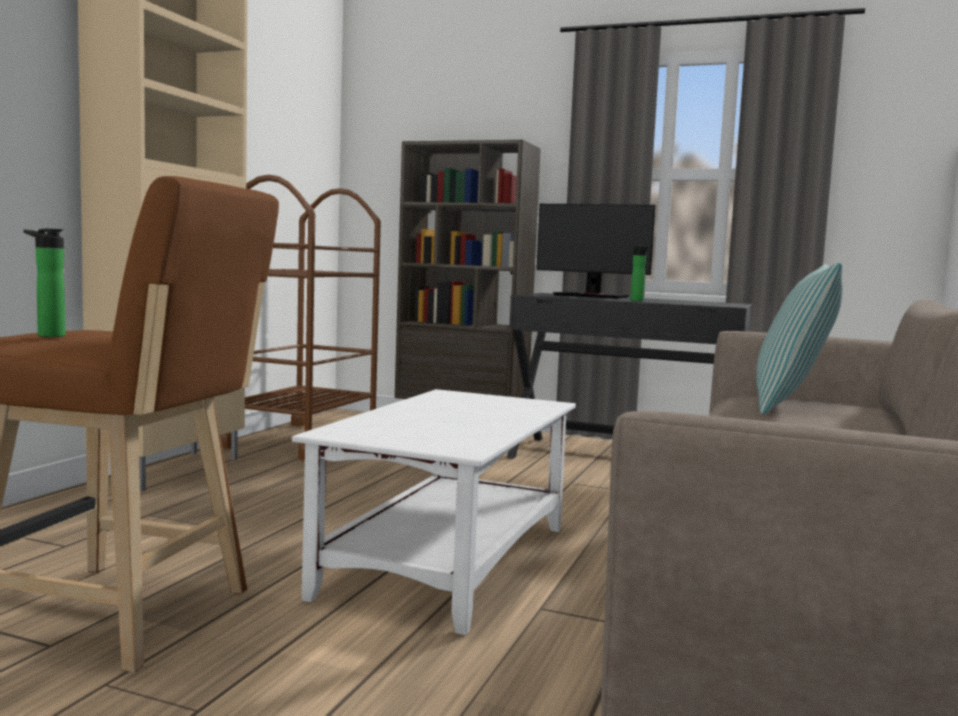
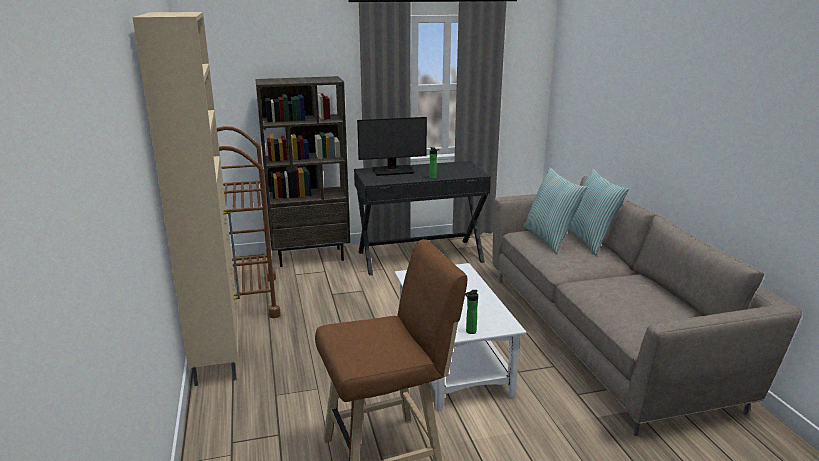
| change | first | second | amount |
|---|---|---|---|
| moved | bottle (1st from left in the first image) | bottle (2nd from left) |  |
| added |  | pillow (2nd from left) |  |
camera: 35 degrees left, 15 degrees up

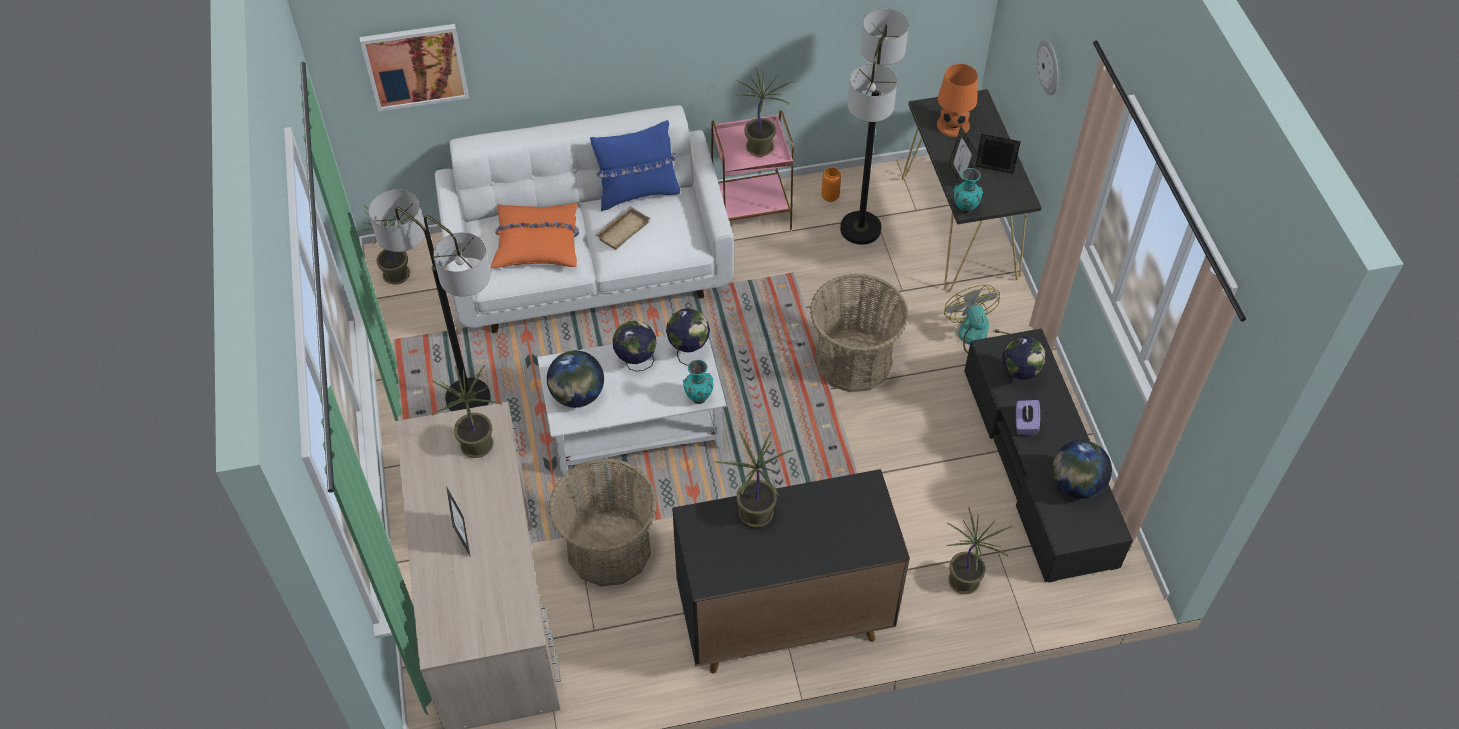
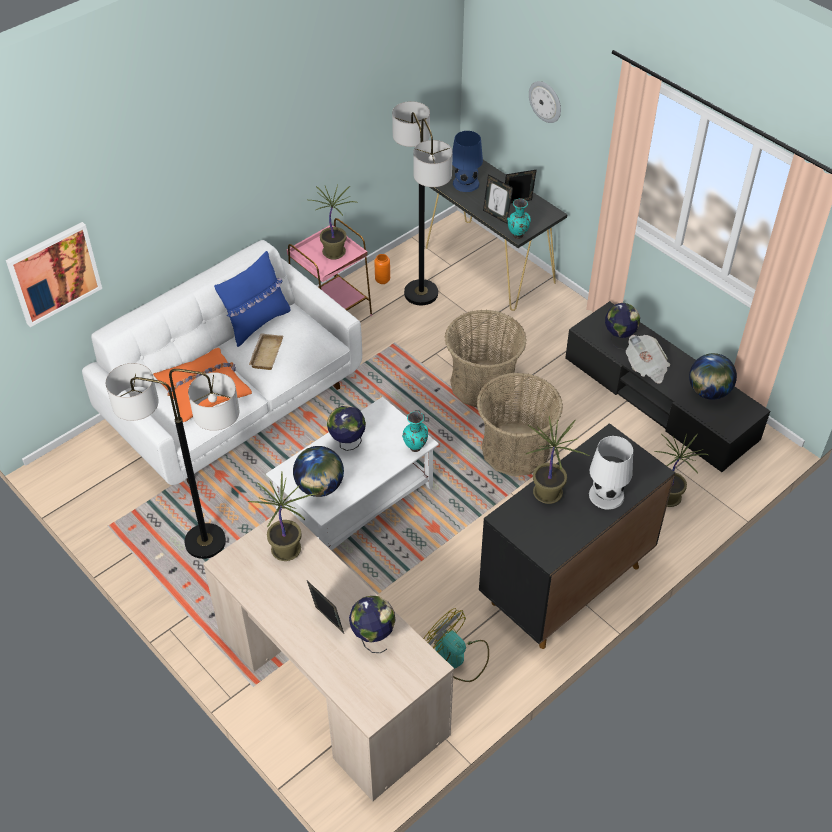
| change | first | second | amount |
|---|---|---|---|
| removed | potted plant (1st from left) |  |  |
| moved | basket (1st from left in the first image) | basket (2nd from left) |  |
| moved | globe (3rd from left) |  |  |
| recoloured | orange table lamp | blue table lamp |  |
| moved | fan |  |  |
| replaced | purple tissue box | newspaper |  |
| added |  | white table lamp |  |
camera: 30 degrees left, 5 degrees down

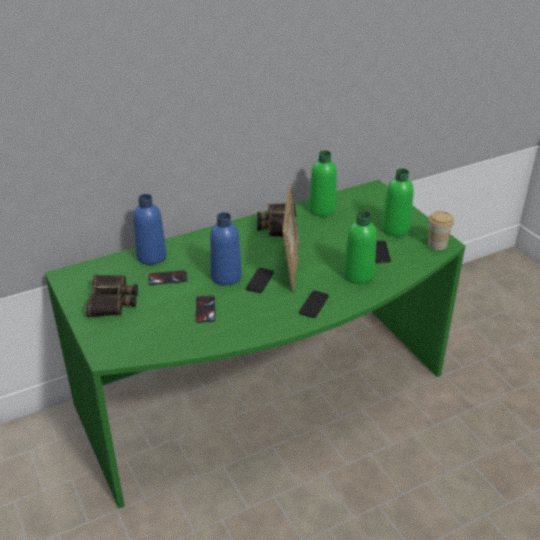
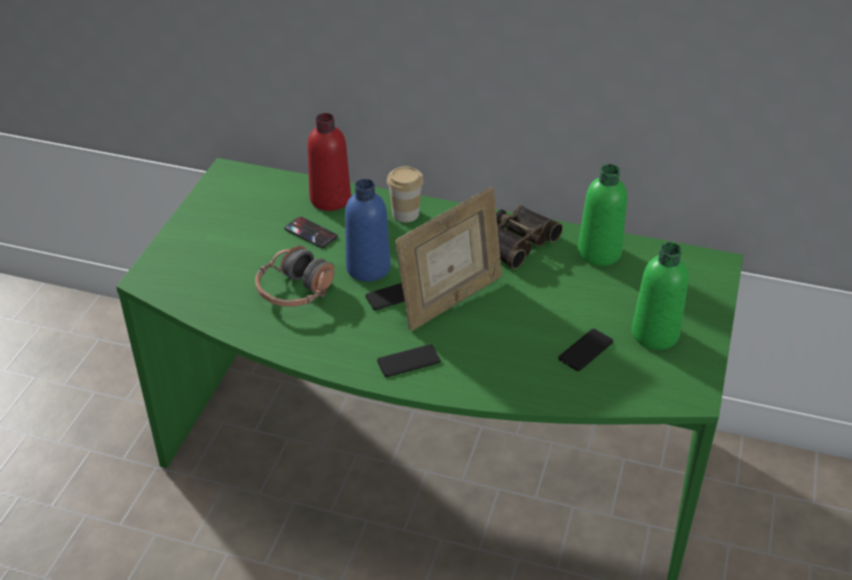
| change | first | second | amount |
|---|---|---|---|
| removed | binoculars (1st from left) |  |  |
| recoloured | blue bottle (1st from left) | red bottle |  |
| replaced | phone (2nd from left) | headphones |  |
| removed | green bottle (2nd from left) |  |  |
| moved | cup |  |  |
camera: 45 degrees right, 5 degrees up

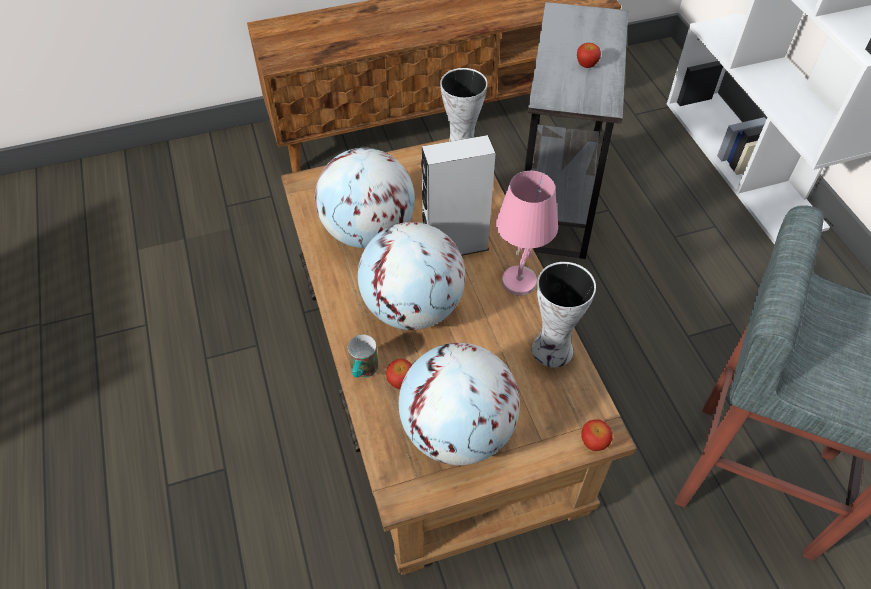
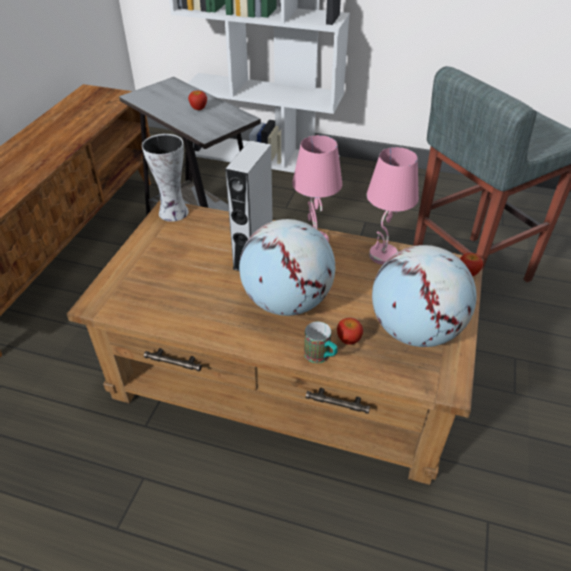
| change | first | second | amount |
|---|---|---|---|
| removed | globe (1st from left) |  |  |
| replaced | vase (2nd from left) | pink table lamp (2nd from left) |  |
camera: 55 degrees left, 10 degrees down

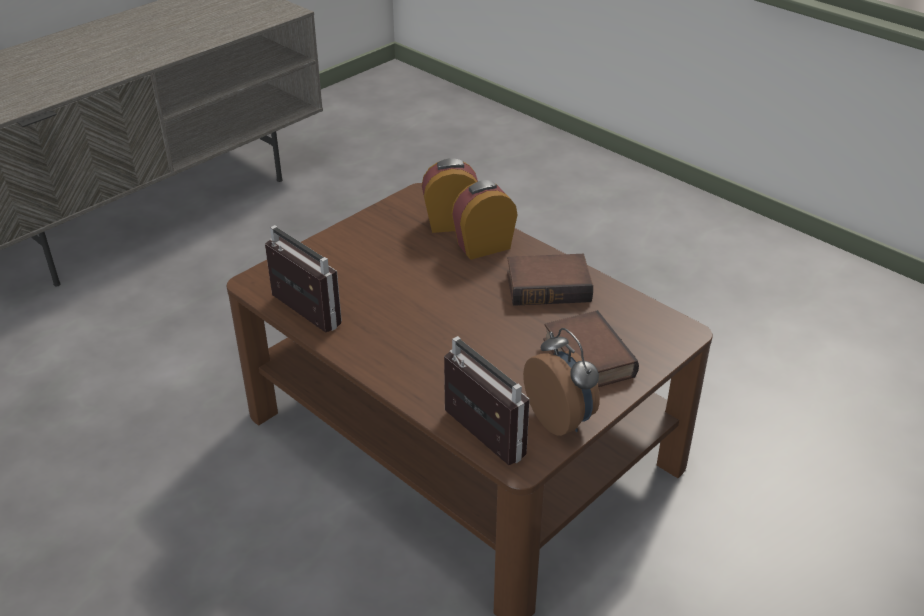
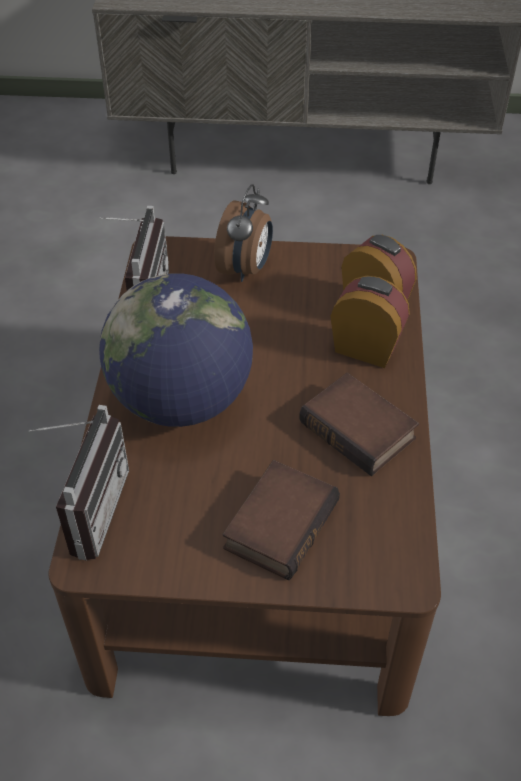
| change | first | second | amount |
|---|---|---|---|
| moved | alarm clock (3rd from left in the first image) | alarm clock (1st from left) |  |
| added |  | globe |  |
camera: 50 degrees right, 10 degrees up

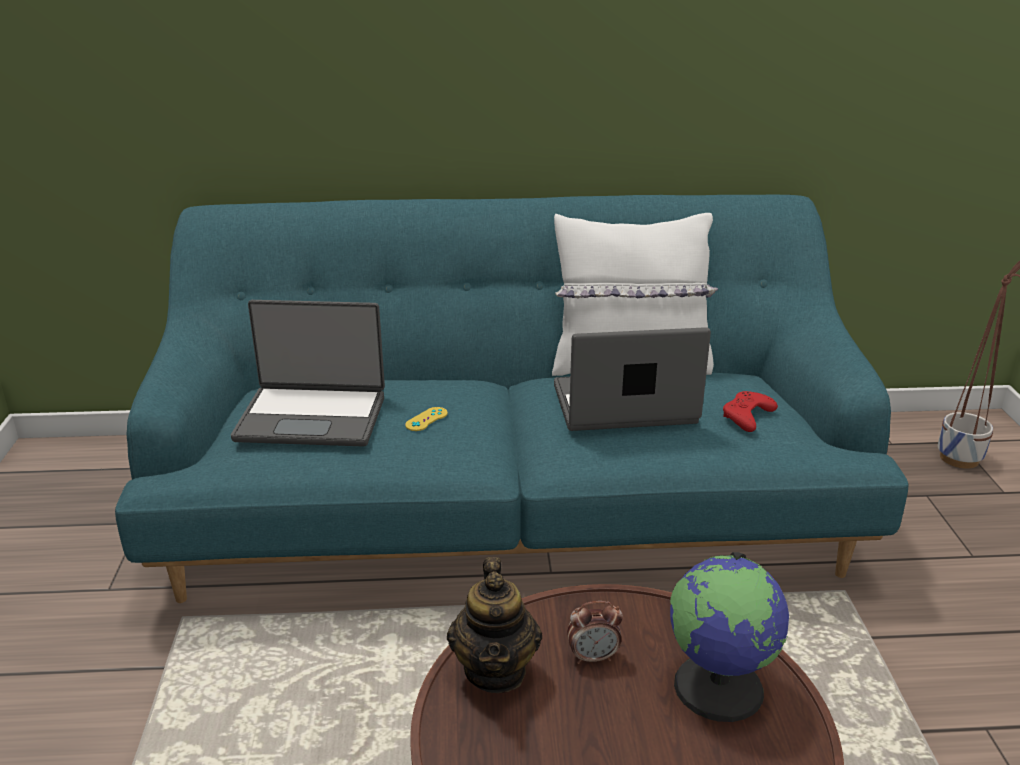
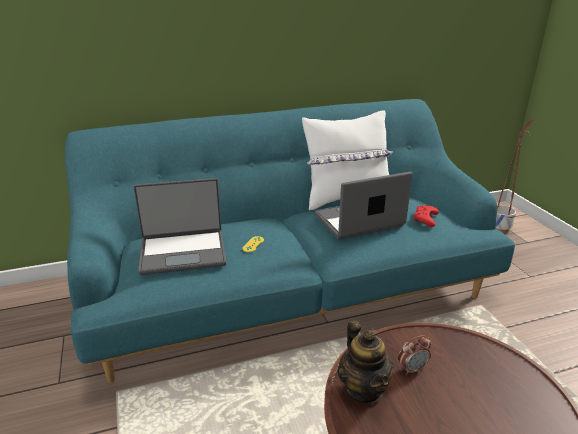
| change | first | second | amount |
|---|---|---|---|
| removed | globe |  |  |
camera: 15 degrees left, 0 degrees up

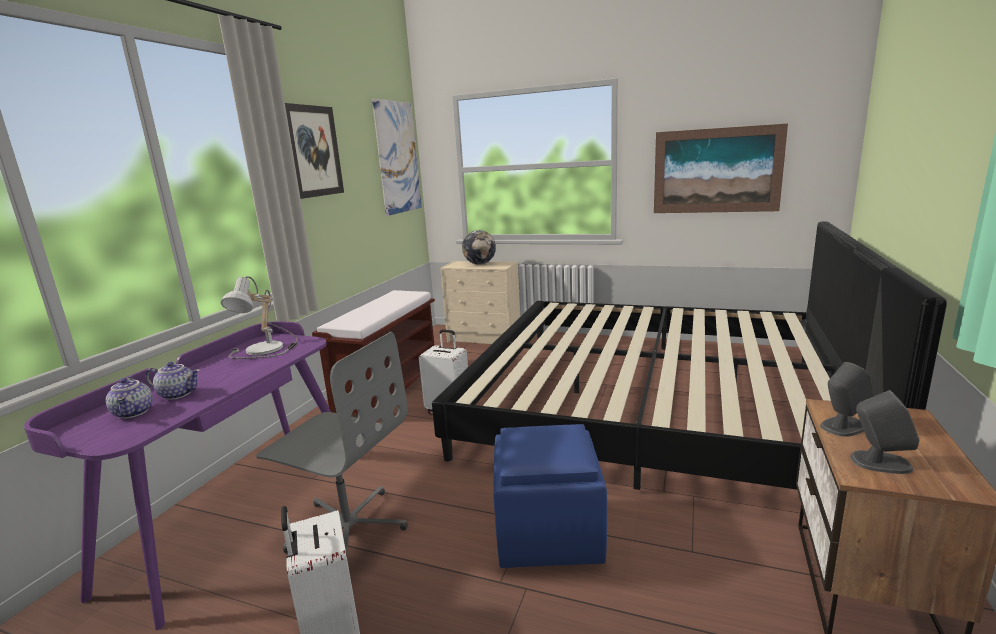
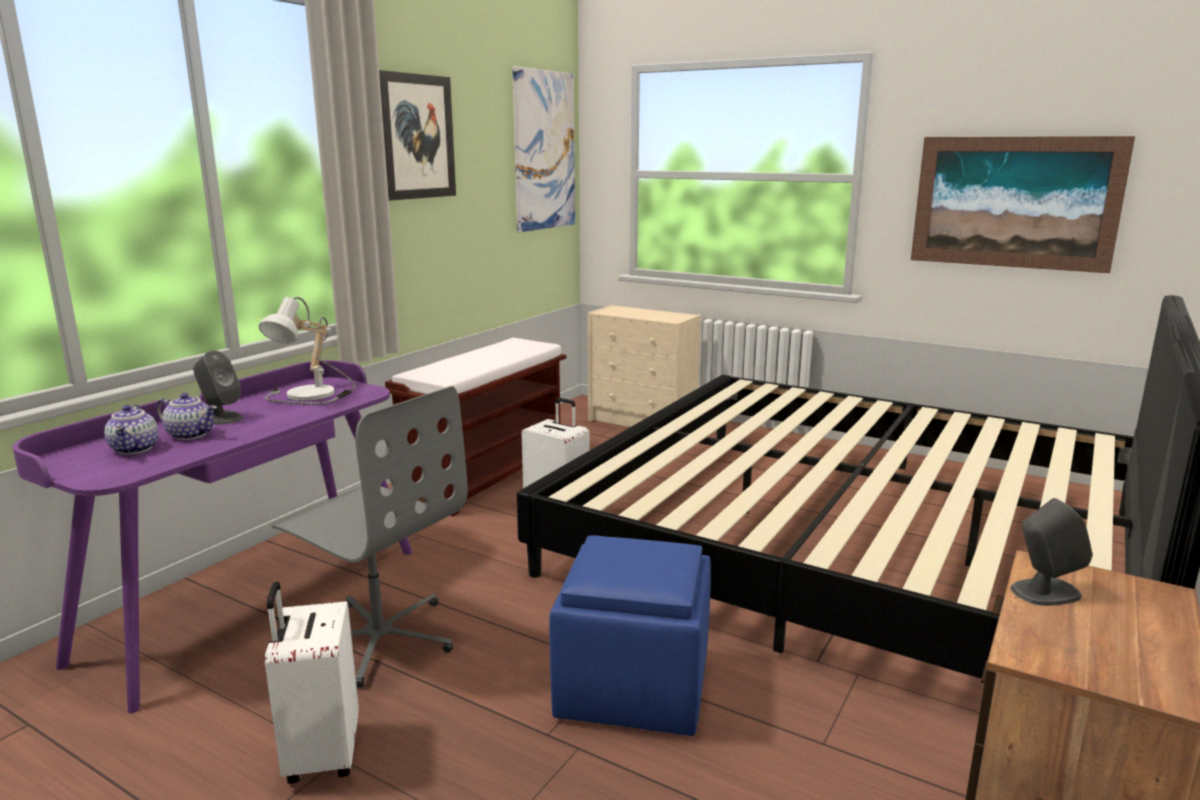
| change | first | second | amount |
|---|---|---|---|
| removed | globe |  |  |
| moved | grey speaker (2nd from left in the first image) | grey speaker (1st from left) |  |
camera: 10 degrees right, 0 degrees up

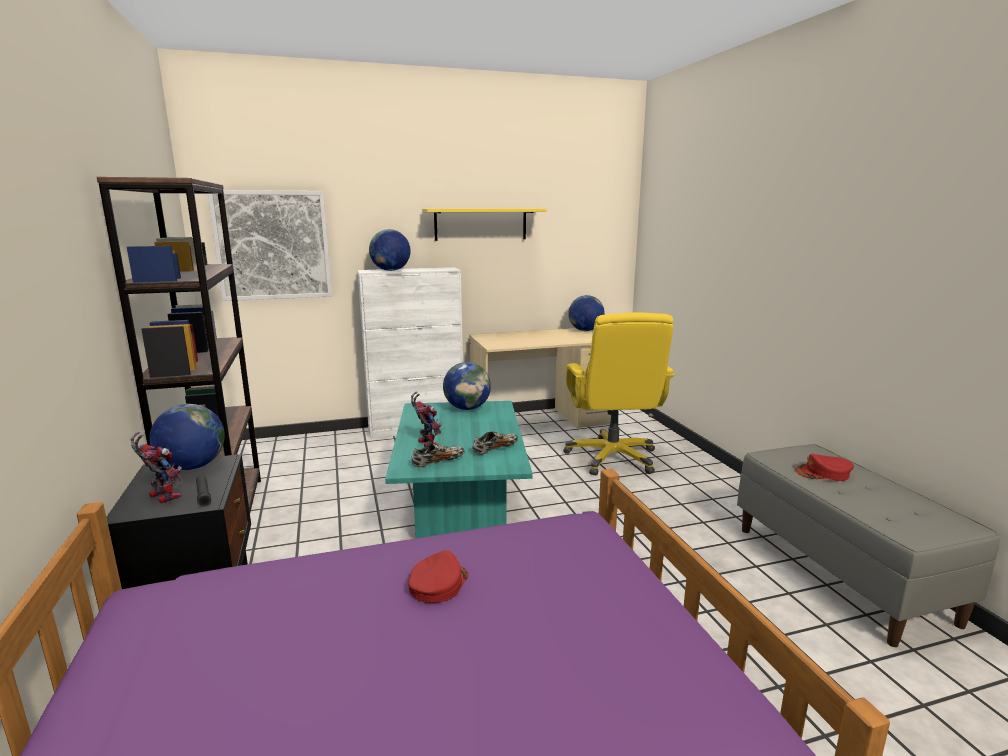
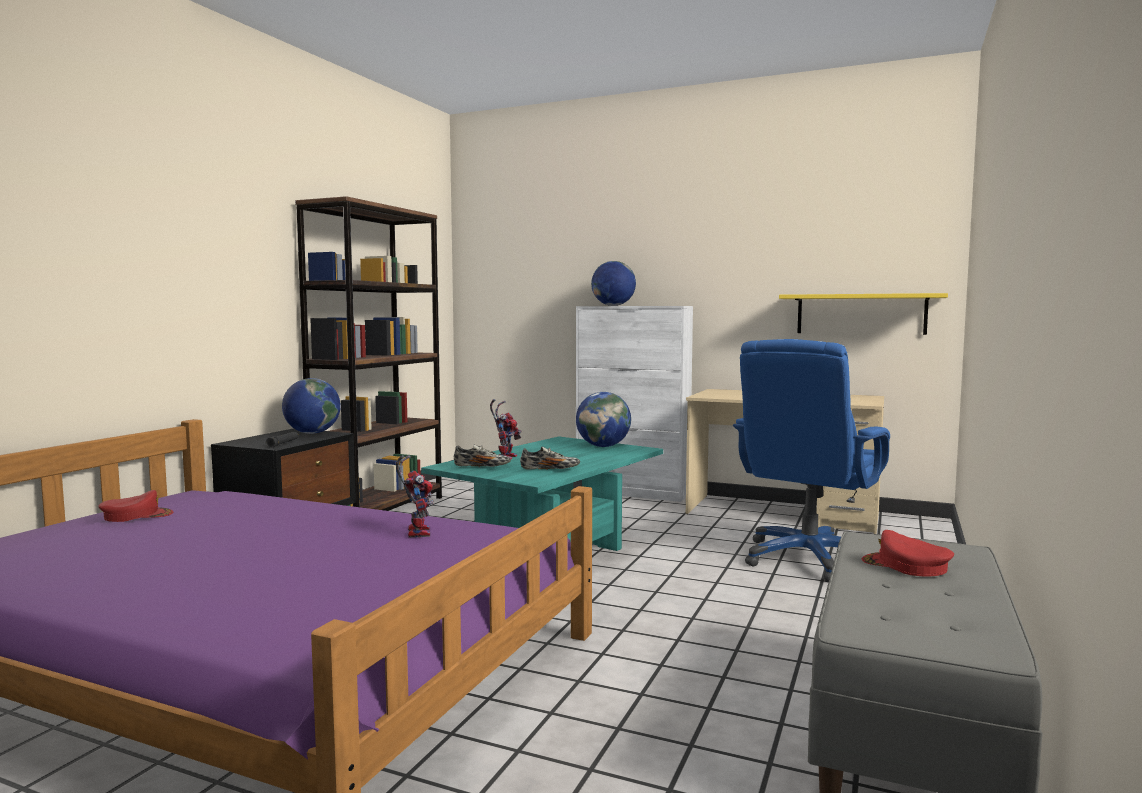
| change | first | second | amount |
|---|---|---|---|
| moved | toy robot (1st from left) |  |  |
| removed | picture |  |  |
| moved | red cap (1st from left) |  |  |
| moved | yellow shelf |  |  |
| recoloured | yellow office chair | blue office chair |  |
| removed | globe (4th from left) |  |  |
camera: 40 degrees right, 10 degrees down

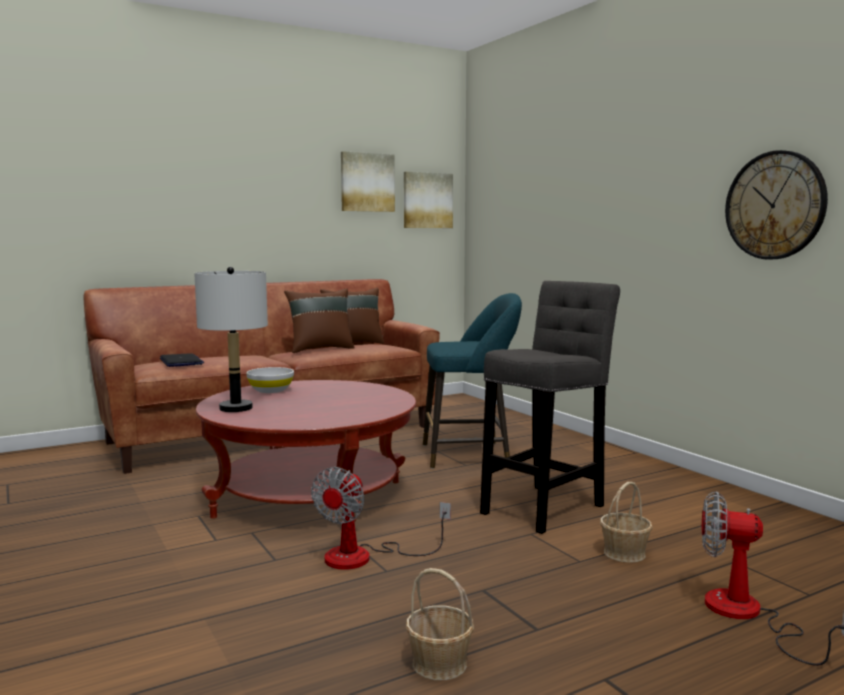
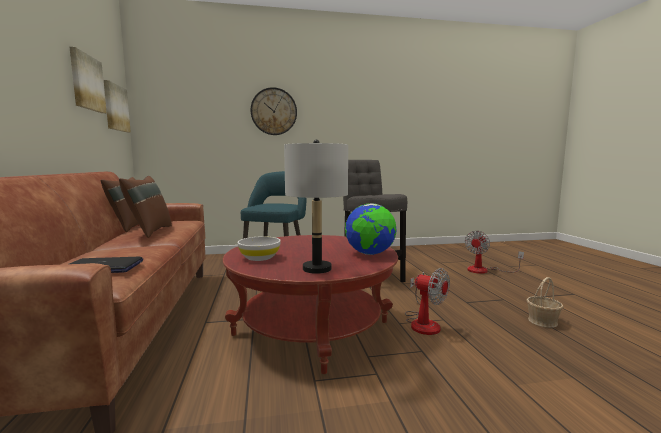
| change | first | second | amount |
|---|---|---|---|
| removed | basket (2nd from left) |  |  |
| moved | wall clock |  |  |
| added |  | globe |  |
camera: 70 degrees left, 0 degrees up

